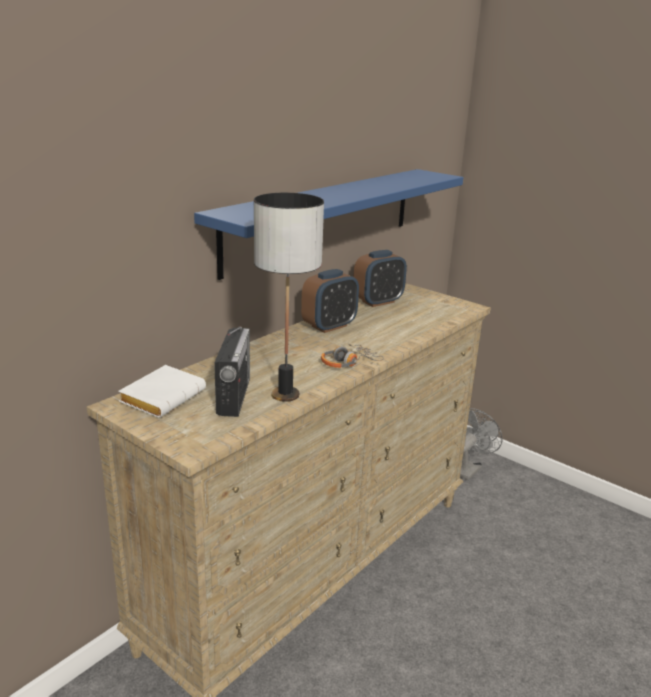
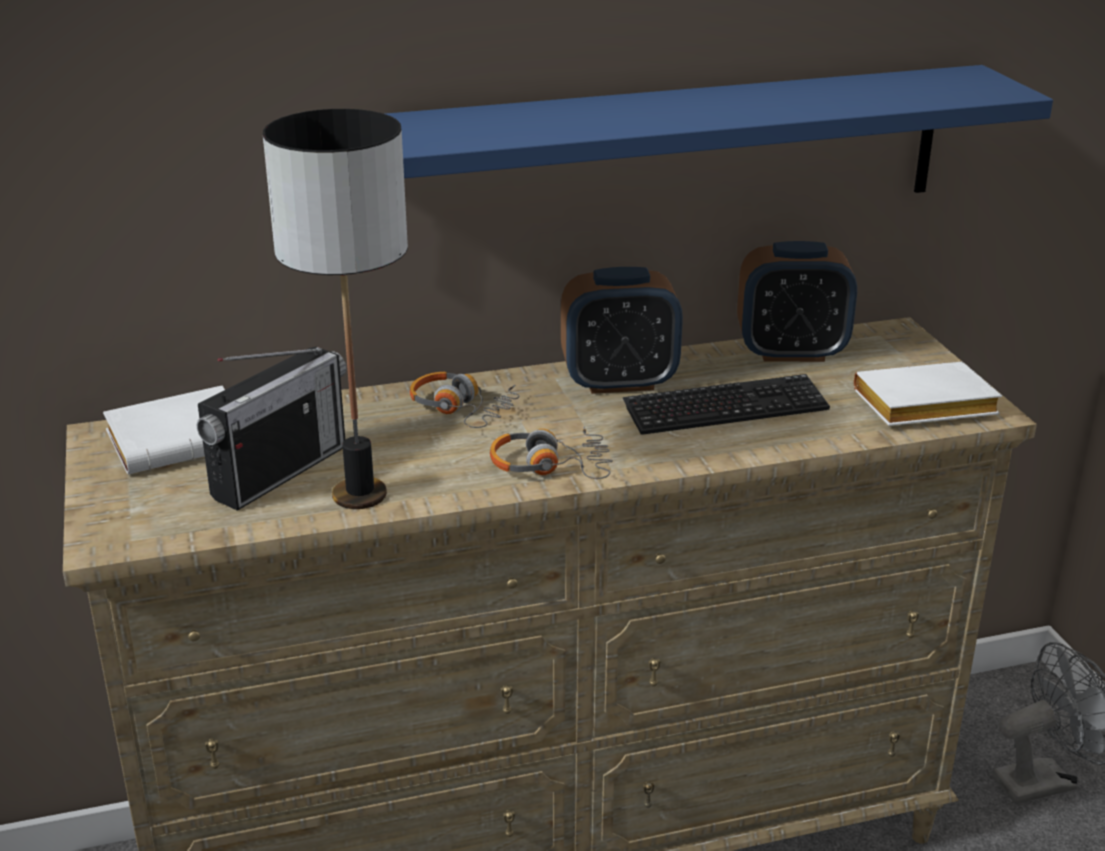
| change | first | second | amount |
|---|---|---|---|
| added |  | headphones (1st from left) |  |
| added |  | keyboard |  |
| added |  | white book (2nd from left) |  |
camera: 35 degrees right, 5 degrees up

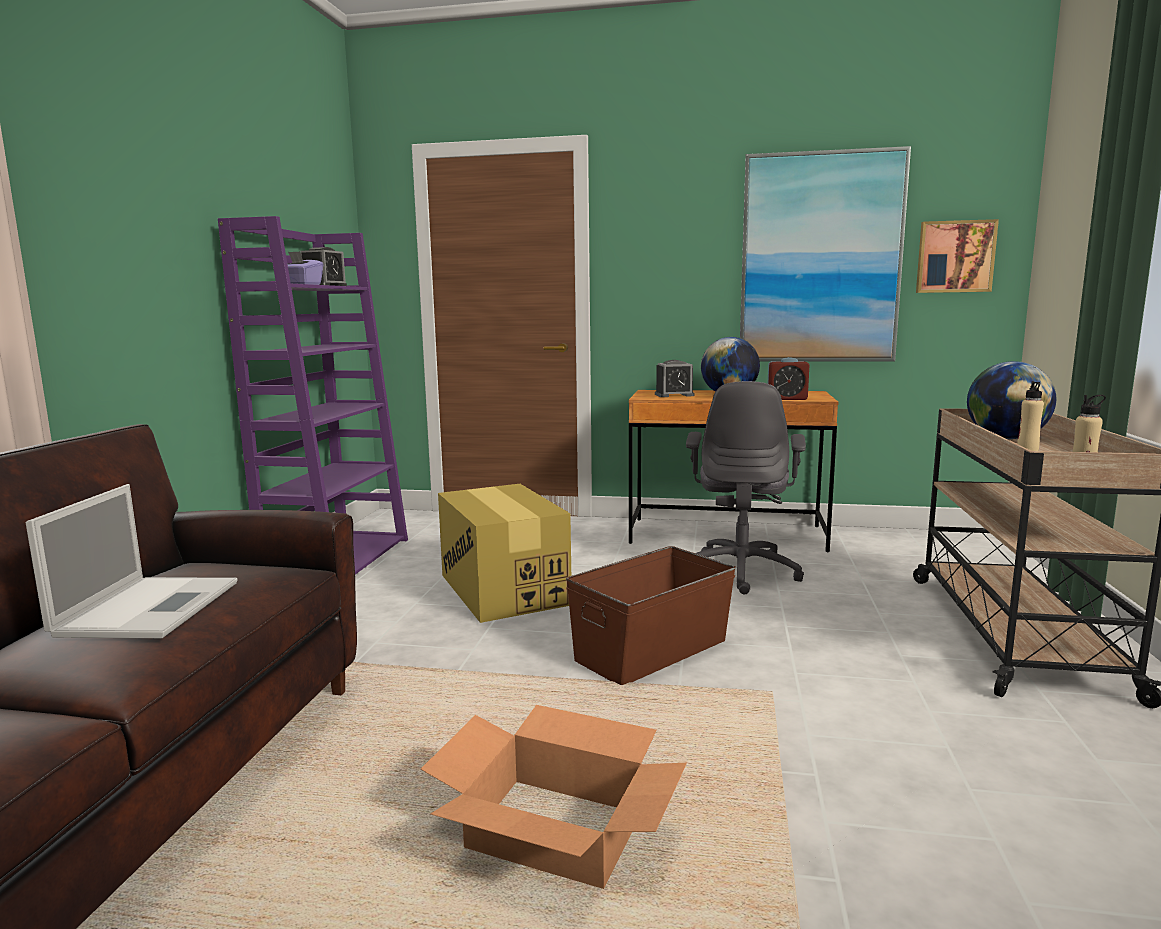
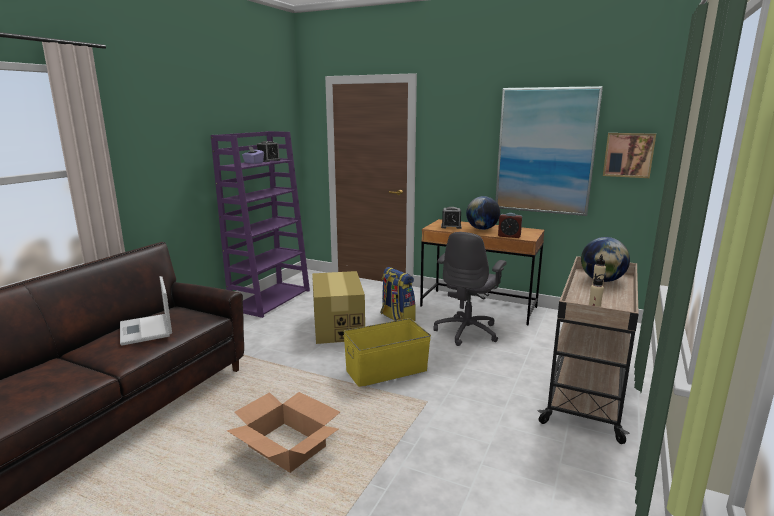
| change | first | second | amount |
|---|---|---|---|
| turned | laptop |  | 135 degrees clockwise |
| recoloured | brown storage box | yellow storage box |  |
| added |  | backpack |  |
camera: 15 degrees right, 5 degrees up

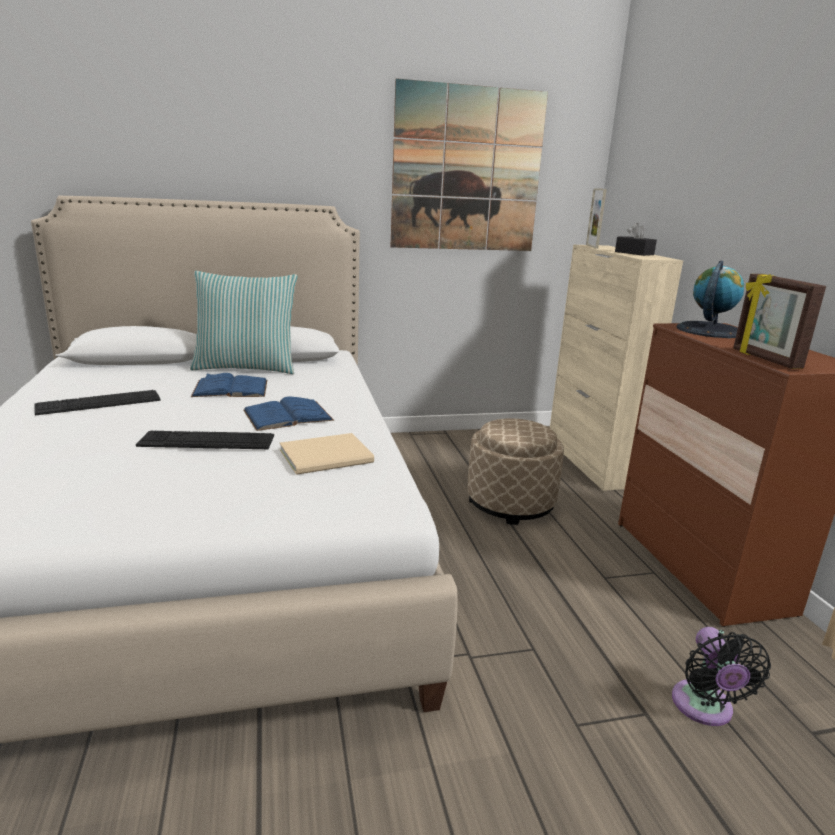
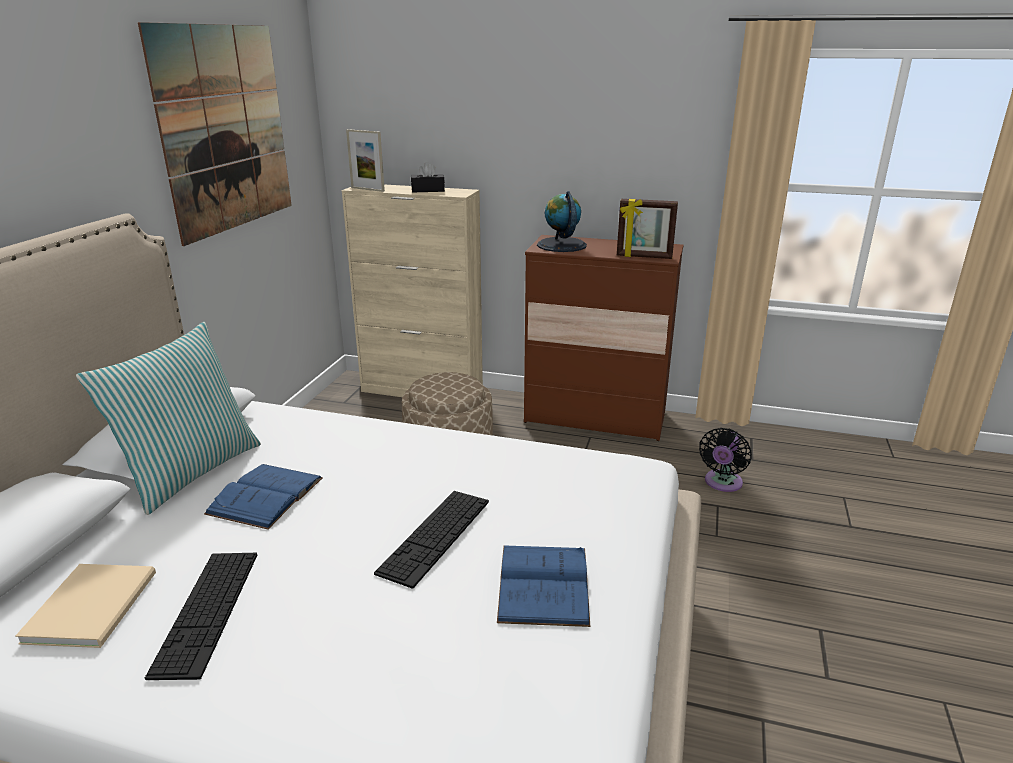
| change | first | second | amount |
|---|---|---|---|
| moved | blue book (2nd from left) |  |  |
| moved | beige book |  |  |
| turned | black fan |  | 90 degrees clockwise |
camera: 60 degrees left, 5 degrees up

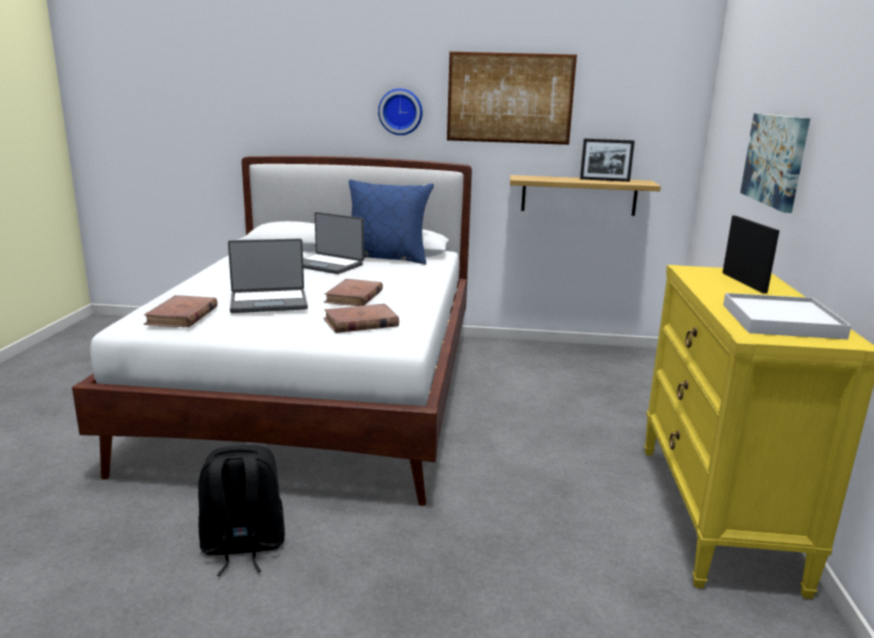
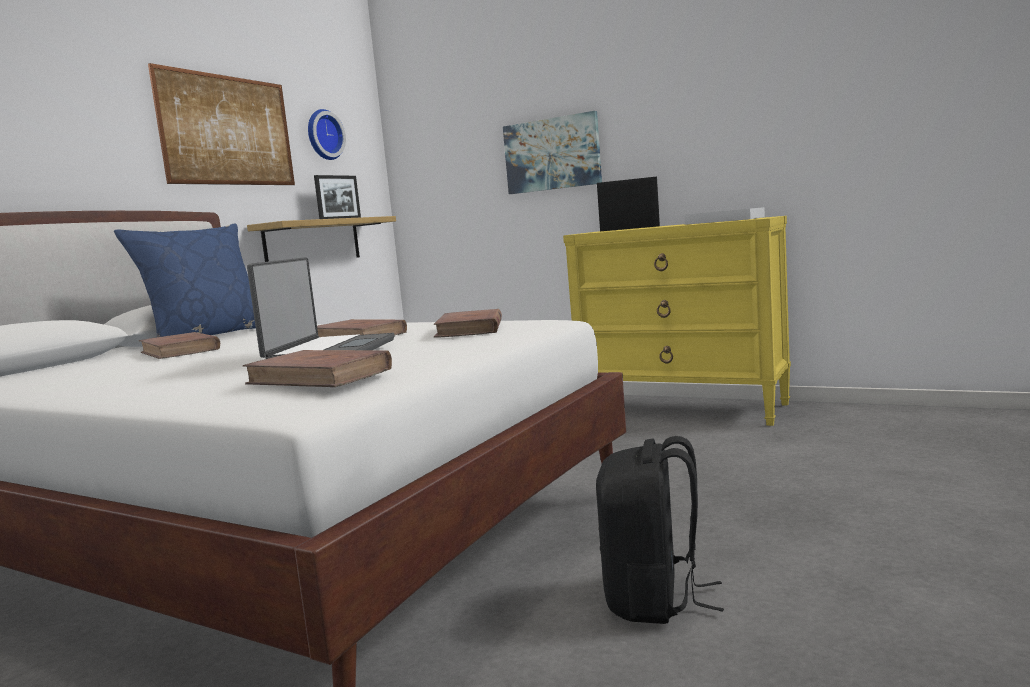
| change | first | second | amount |
|---|---|---|---|
| replaced | laptop (2nd from left) | brown book (1st from left) |  |
| moved | wall clock |  |  |
camera: 65 degrees left, 10 degrees down

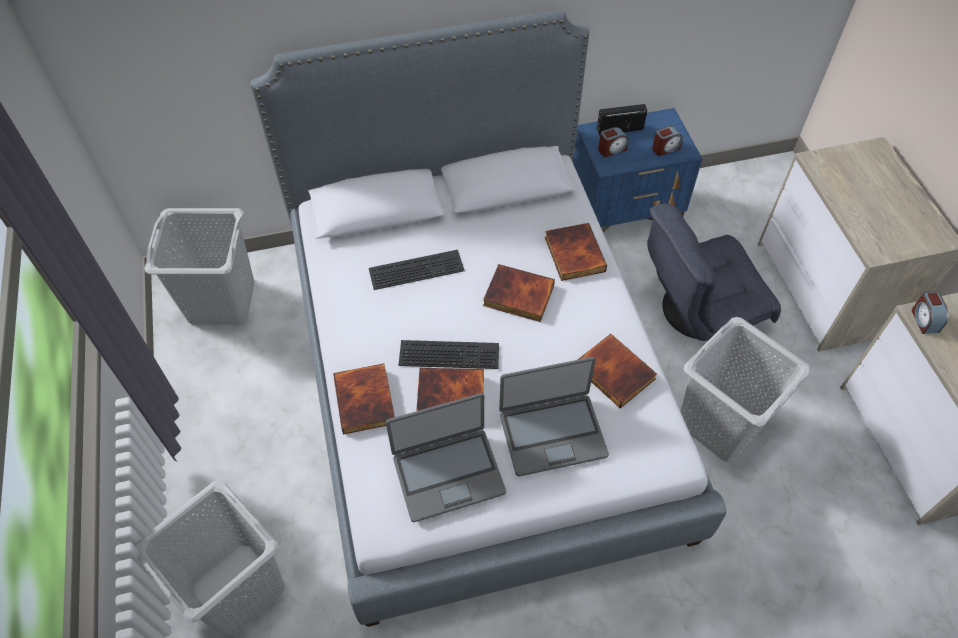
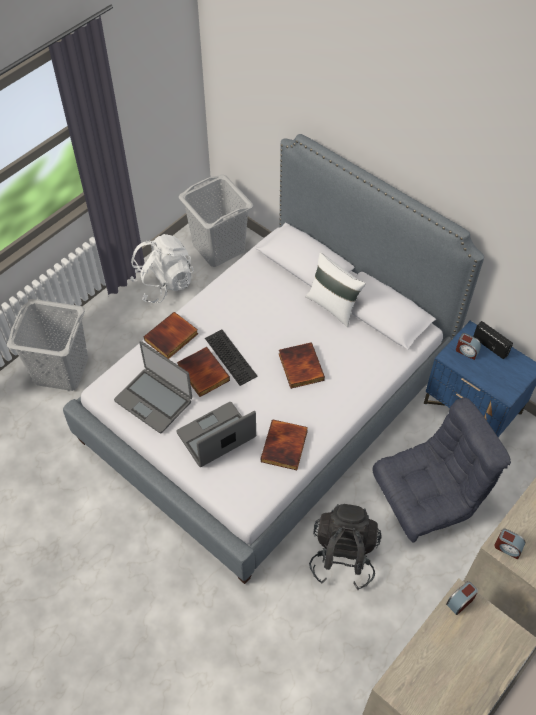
| change | first | second | amount |
|---|---|---|---|
| removed | keyboard (1st from left) |  |  |
| turned | laptop (2nd from left) |  | 105 degrees clockwise |
| removed | book (4th from left) |  |  |
| turned | grey armchair |  | 120 degrees clockwise |
| moved | alarm clock (2nd from left in the first image) | alarm clock (3rd from left) |  |
| replaced | grey laundry basket (3rd from left) | black backpack |  |
| added |  | white backpack |  |
| added |  | white pillow |  |
camera: 55 degrees right, 0 degrees up

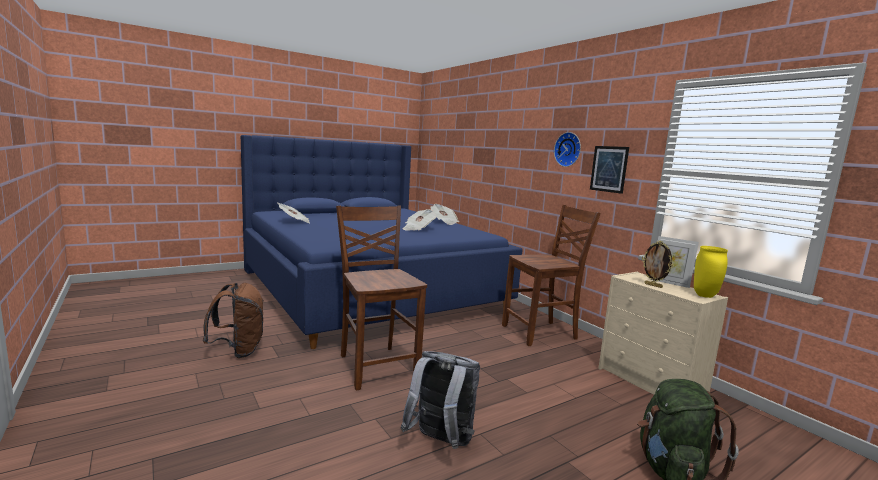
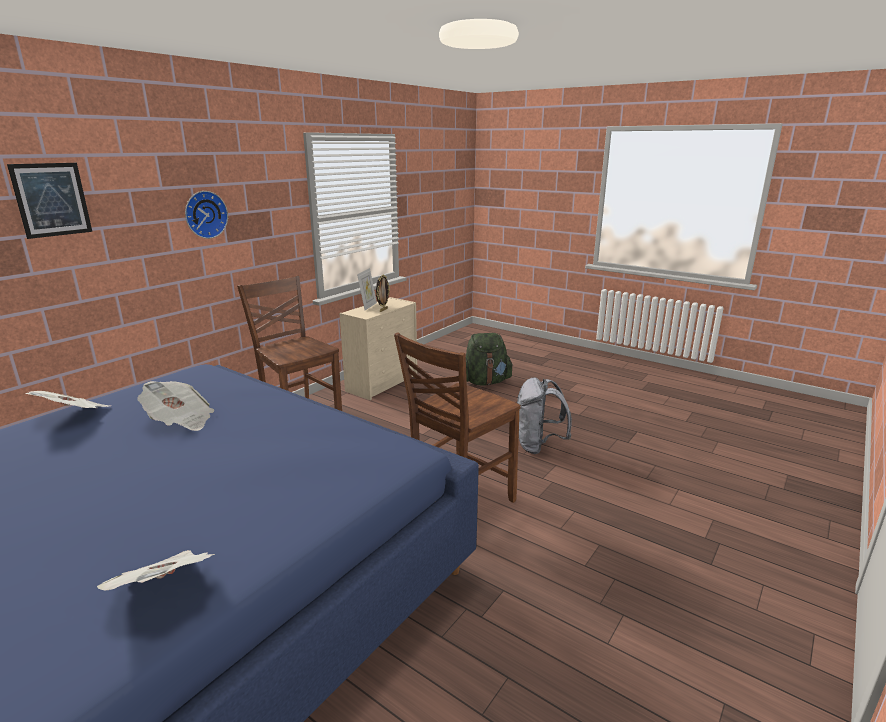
| change | first | second | amount |
|---|---|---|---|
| removed | brown backpack |  |  |
| moved | picture |  |  |
| removed | yellow vase |  |  |
camera: 110 degrees left, 10 degrees up

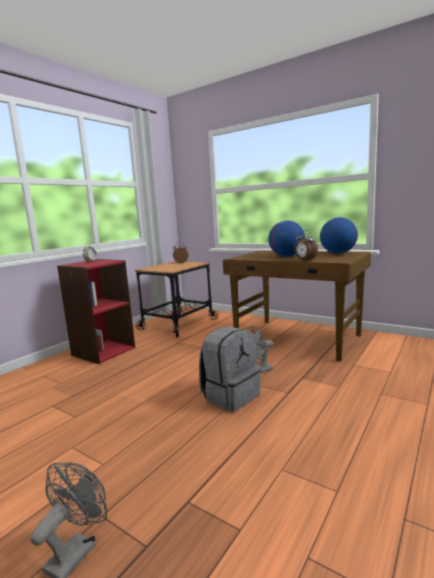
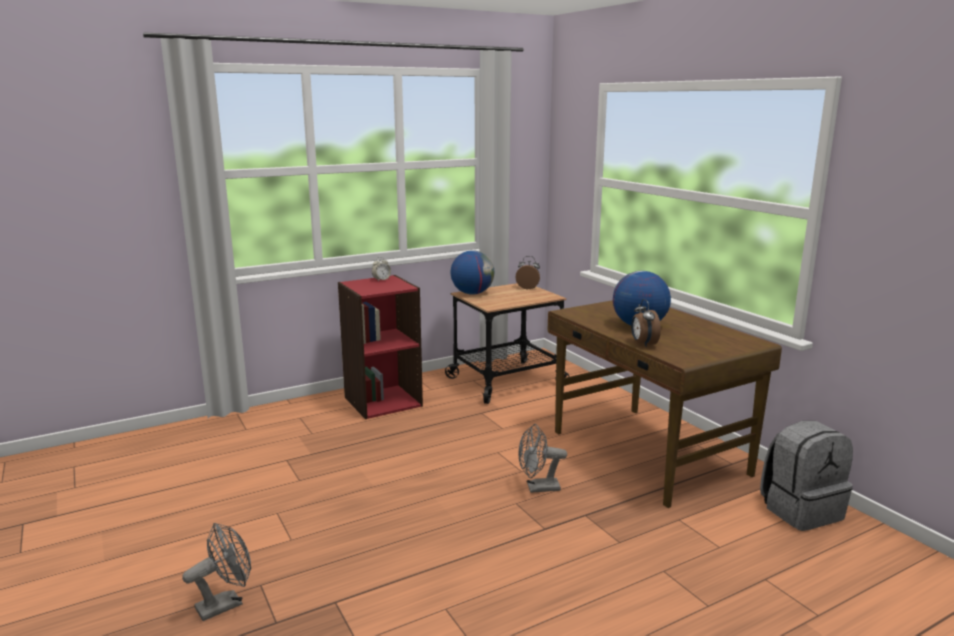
| change | first | second | amount |
|---|---|---|---|
| moved | grey backpack |  |  |
| moved | globe (2nd from left in the first image) | globe (1st from left) |  |
camera: 25 degrees right, 5 degrees up

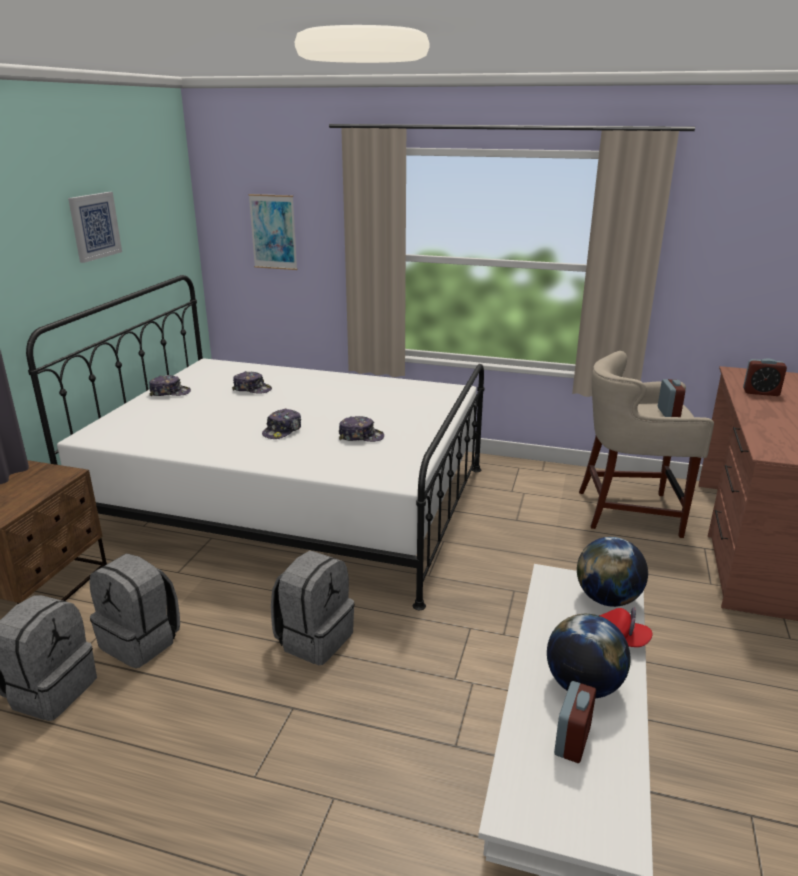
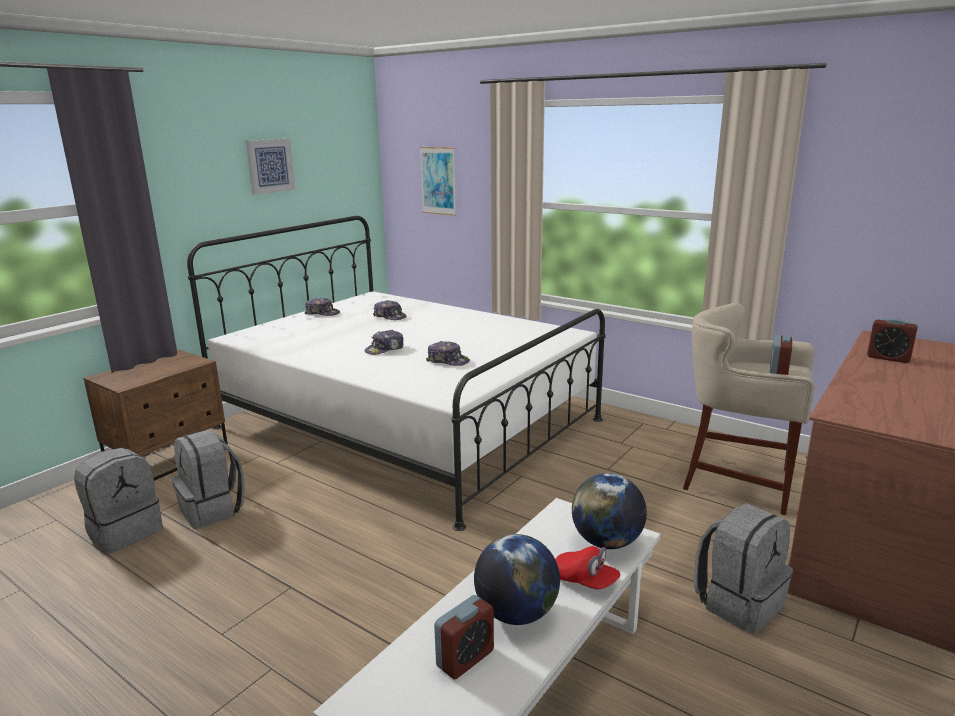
| change | first | second | amount |
|---|---|---|---|
| moved | grey backpack (3rd from left) |  |  |
camera: 20 degrees right, 5 degrees down

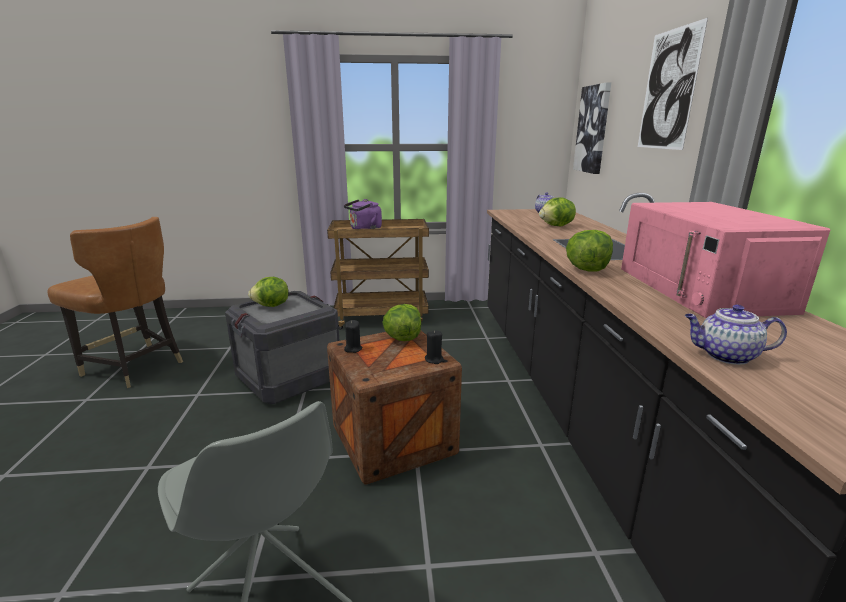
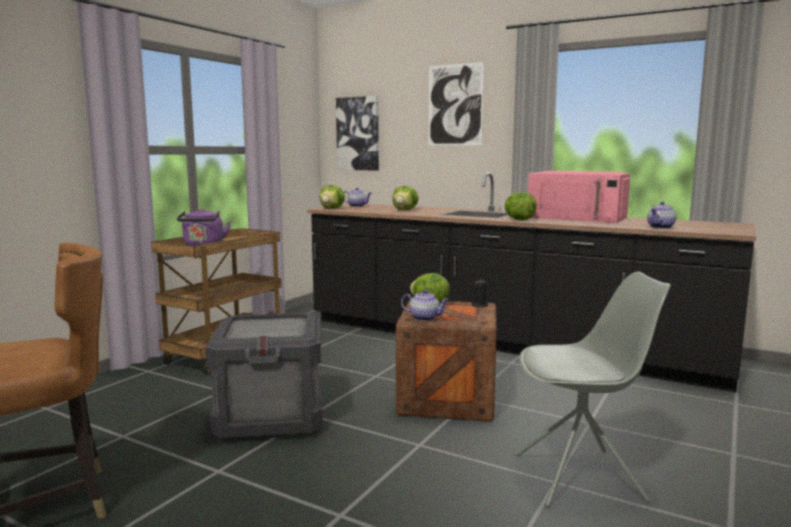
| change | first | second | amount |
|---|---|---|---|
| moved | lettuce (1st from left) |  |  |
| replaced | black candle (1st from left) | teapot (2nd from left) |  |
camera: 55 degrees left, 10 degrees down

